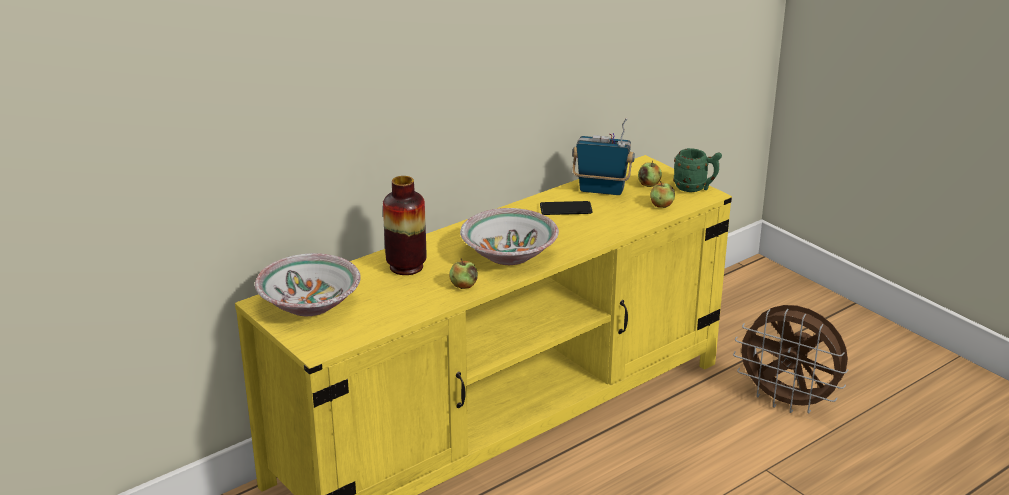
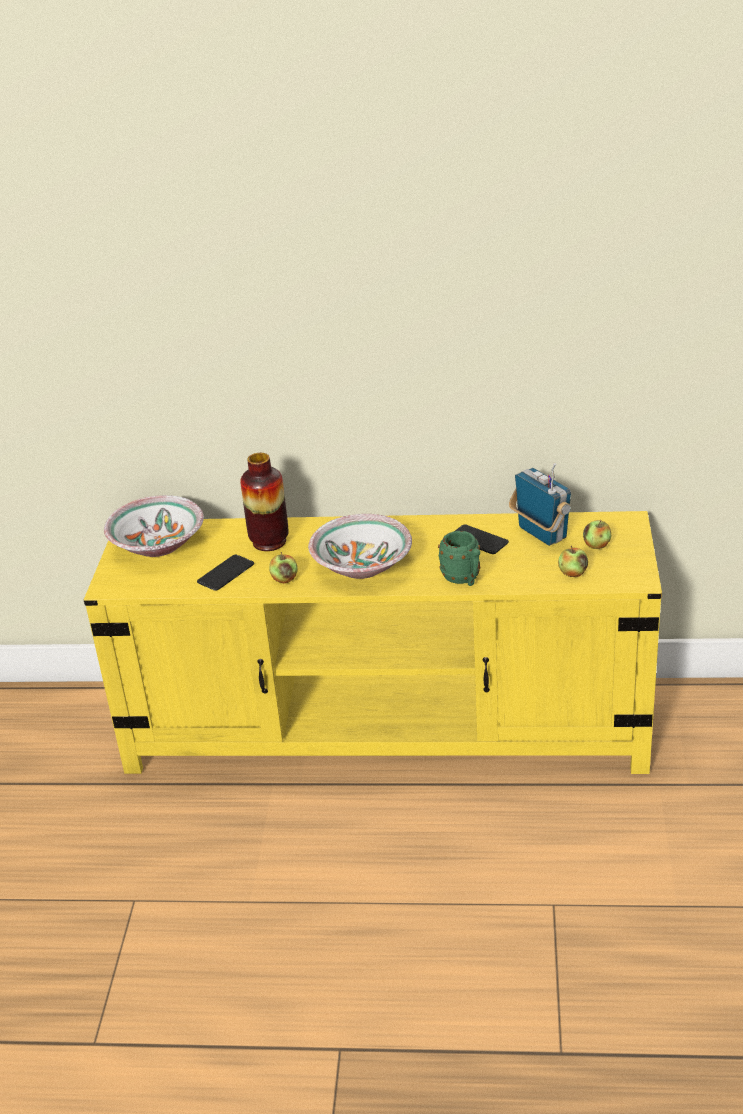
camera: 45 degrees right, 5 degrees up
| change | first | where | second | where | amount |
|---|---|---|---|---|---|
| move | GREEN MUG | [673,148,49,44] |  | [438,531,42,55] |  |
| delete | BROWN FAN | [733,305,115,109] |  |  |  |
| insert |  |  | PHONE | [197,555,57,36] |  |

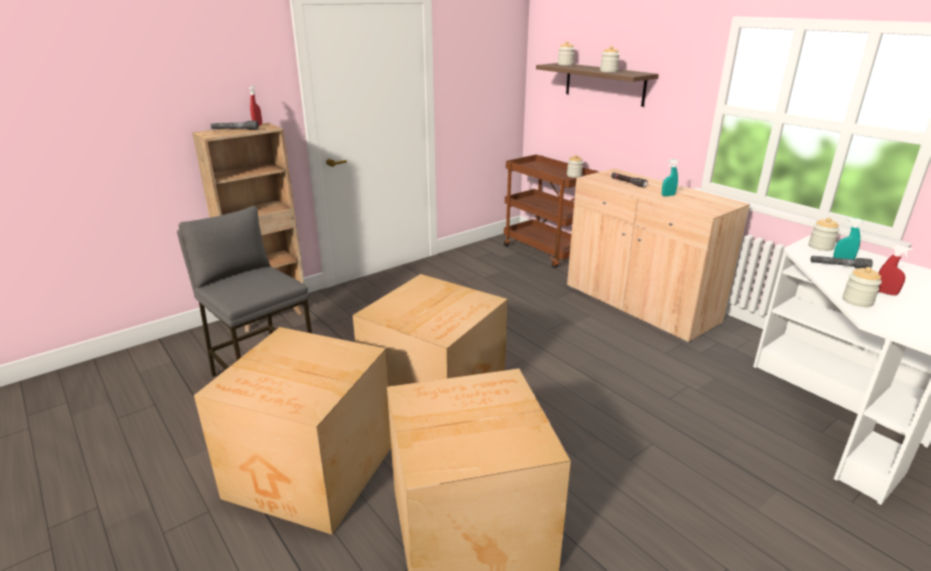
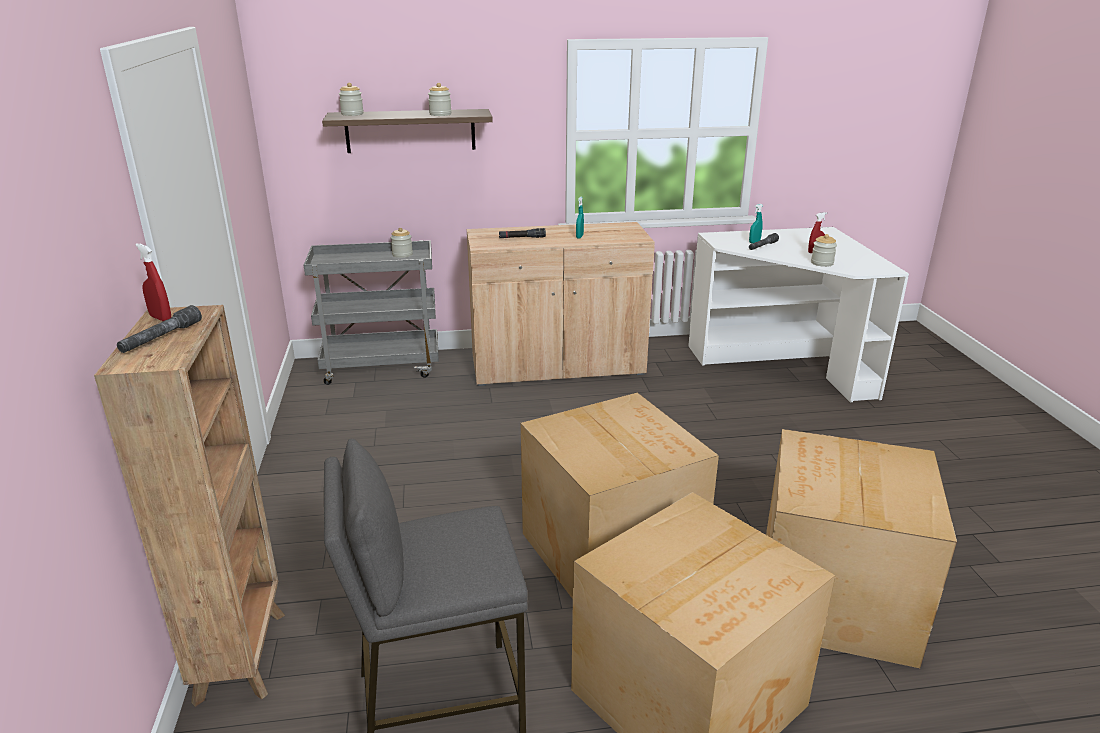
camera: 60 degrees left, 0 degrees up
| change | first | where | second | where | amount |
|---|---|---|---|---|---|
| recolor | BROWN CART | [504,154,94,114] | GREY CART | [304,240,135,145] |  |
| delete | JAR | [809,218,31,33] |  |  |  |

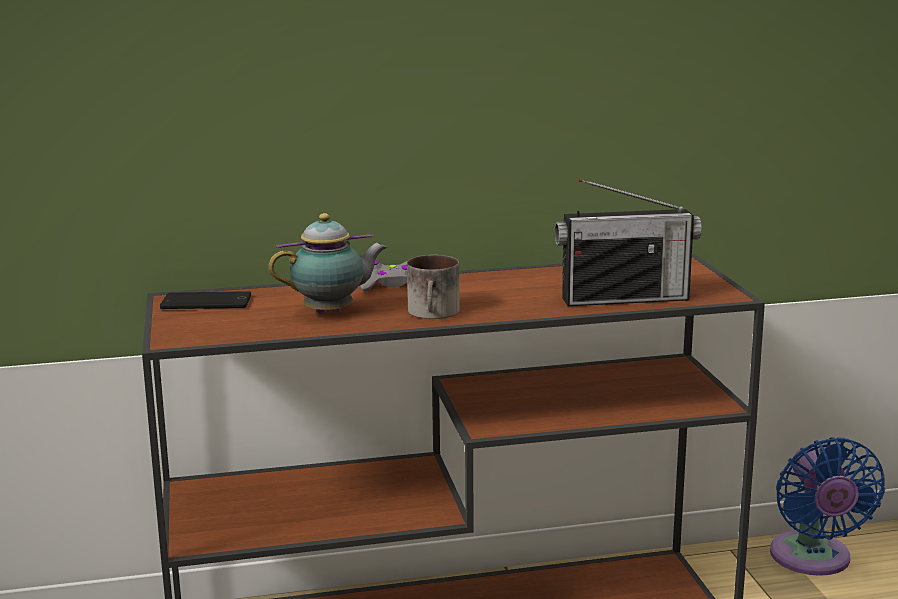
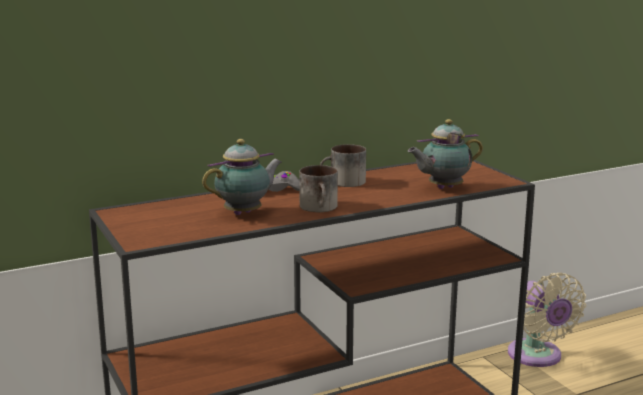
camera: 15 degrees left, 0 degrees up
| change | first | where | second | where | amount |
|---|---|---|---|---|---|
| delete | PHONE | [160,291,91,18] |  |  |  |
| replace | RADIO | [555,179,147,127] | TEAPOT | [408,119,75,70] |  |
| recolor | BLUE FAN | [770,437,115,139] | BEIGE FAN | [508,273,78,94] |  |
| insert |  |  | MUG | [320,144,46,43] |  |

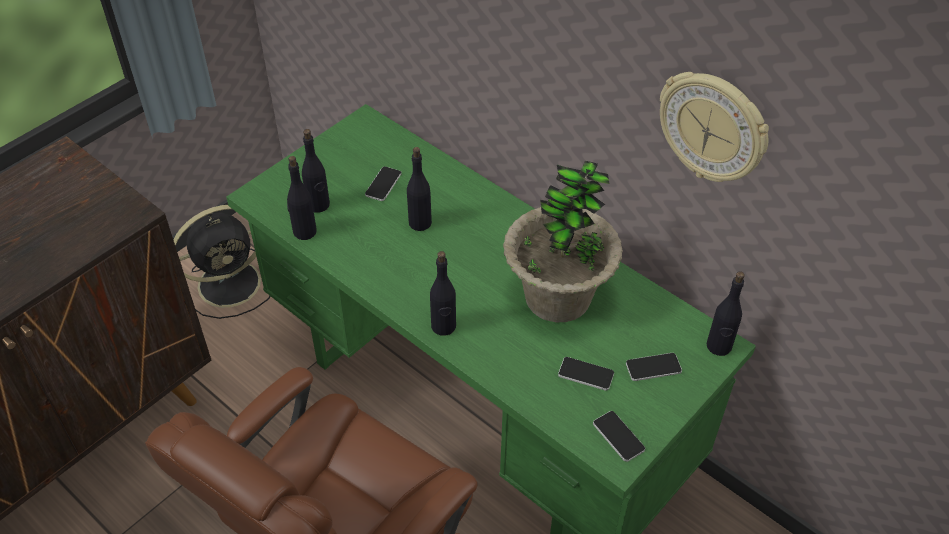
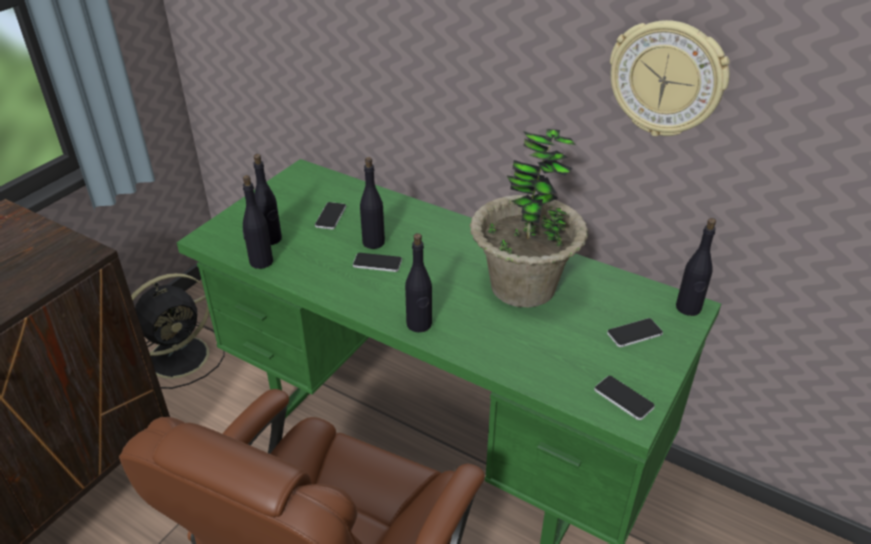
camera: 10 degrees left, 10 degrees down
| change | first | where | second | where | amount |
|---|---|---|---|---|---|
| move | PHONE | [558,357,56,34] |  | [353,253,49,19] |  |

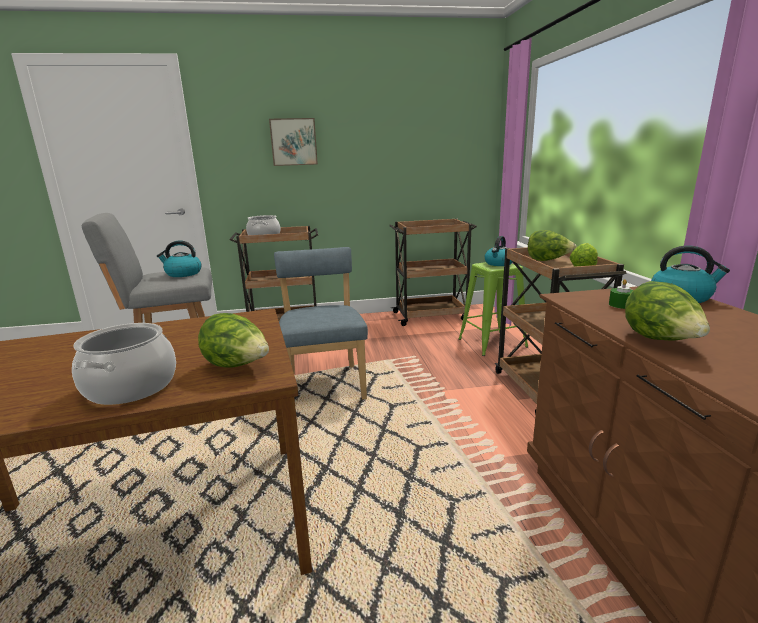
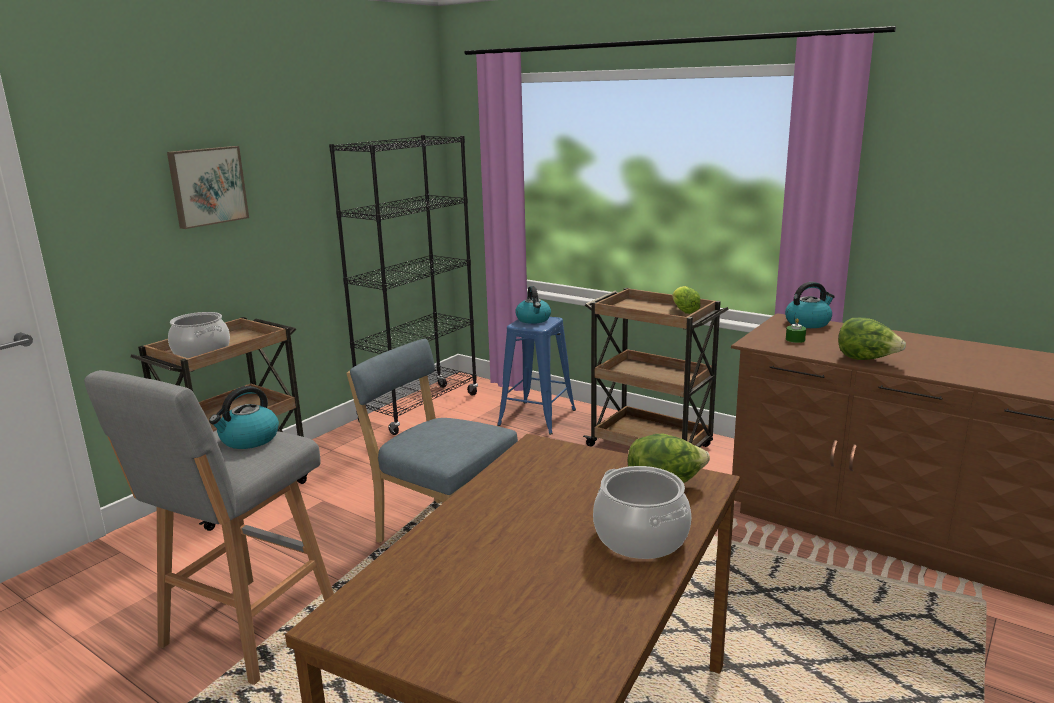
camera: 45 degrees left, 0 degrees up
| change | first | where | second | where | amount |
|---|---|---|---|---|---|
| replace | BROWN CART | [389,219,88,107] | BLACK BOOKCASE | [329,135,149,300] |  |
| recolor | GREEN STOOL | [458,262,70,94] | BLUE STOOL | [497,317,79,118] |  |
| delete | LETTUCE | [528,230,49,31] |  |  |  |

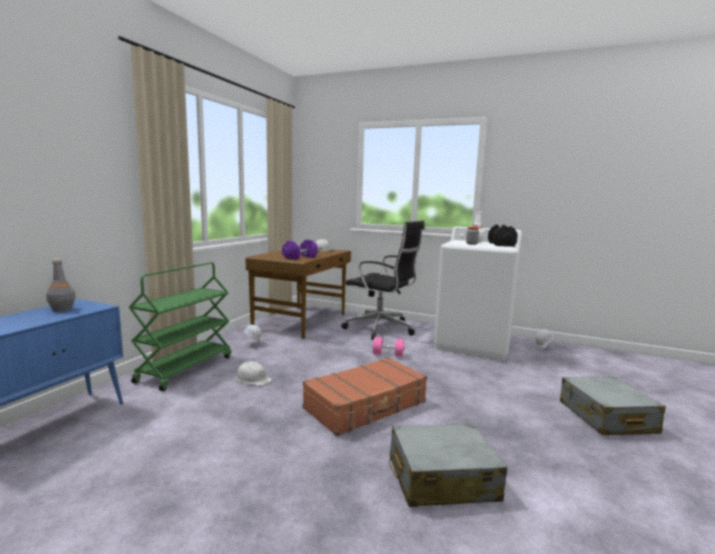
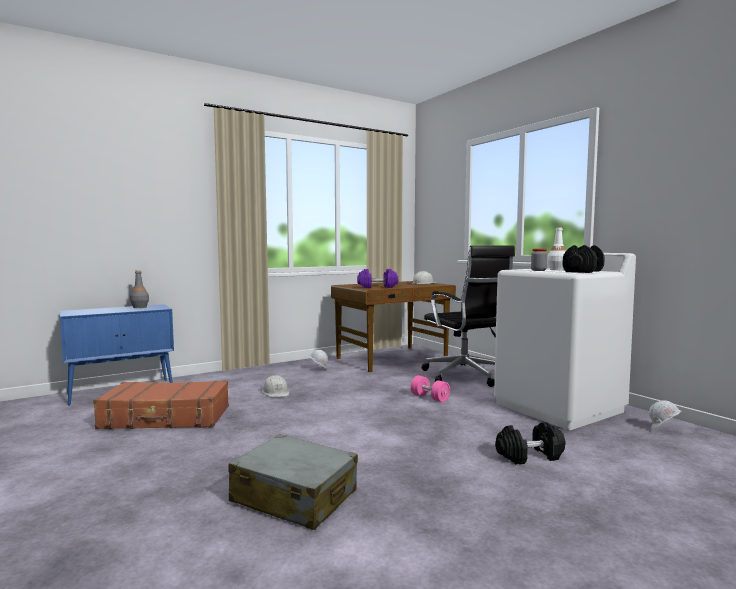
camera: 35 degrees right, 5 degrees down
| change | first | where | second | where | amount |
|---|---|---|---|---|---|
| delete | GREEN CART | [129,262,102,129] |  |  |  |
| move | BROWN SUITCASE | [302,357,125,79] |  | [93,380,136,49] |  |
| delete | GREY SUITCASE | [560,376,106,59] |  |  |  |
| insert |  |  | BLACK DUMBBELL | [495,422,71,42] |  |

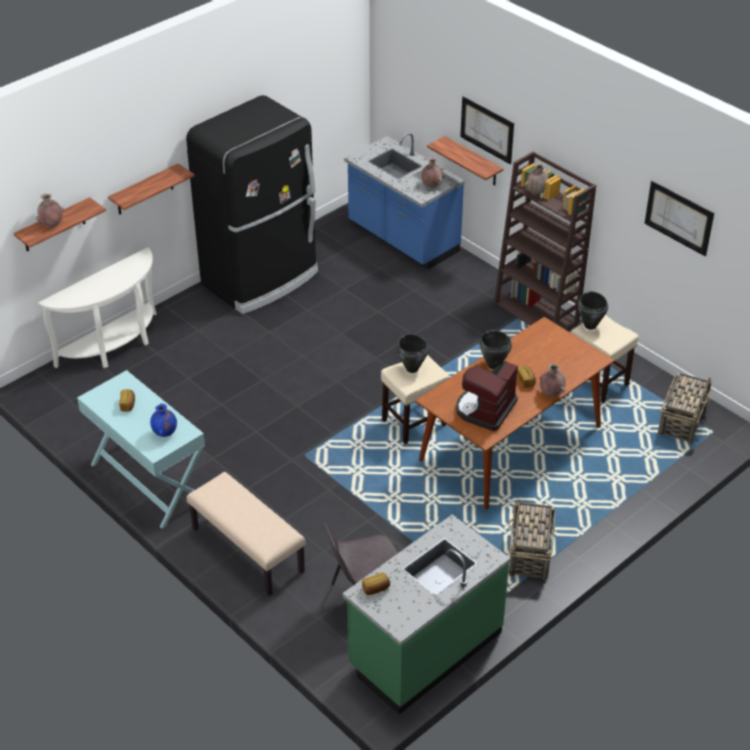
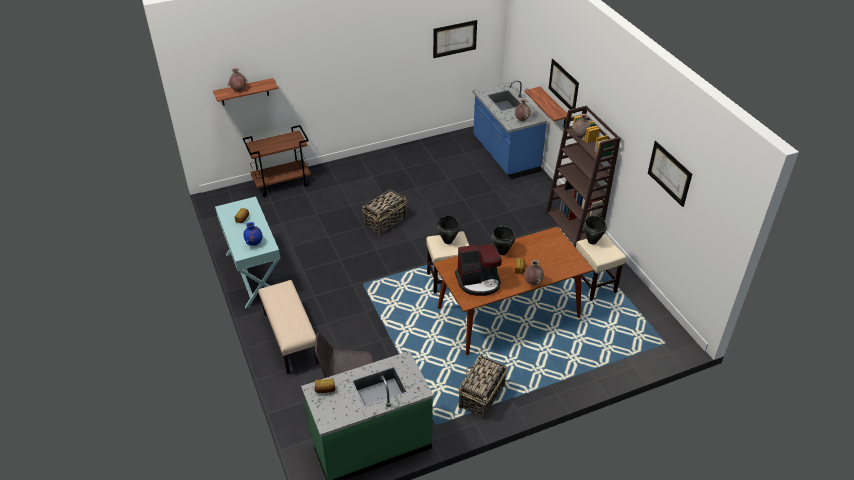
camera: 20 degrees right, 0 degrees up
| change | first | where | second | where | amount |
|---|---|---|---|---|---|
| replace | WHITE CONSOLE TABLE | [38,247,119,121] | BROWN CART | [243,125,68,72] |  |
| delete | SHELF | [108,163,87,52] |  |  |  |
| delete | BLACK FRIDGE | [186,95,132,219] |  |  |  |
| rotate | COFFEE MACHINE | [456,361,62,70] |  | [455,244,47,52] | 150 degrees counterclockwise |
| move | BASKET | [658,373,54,71] |  | [362,189,45,47] |  |
| insert |  |  | PICTURE | [433,20,44,38] |  |

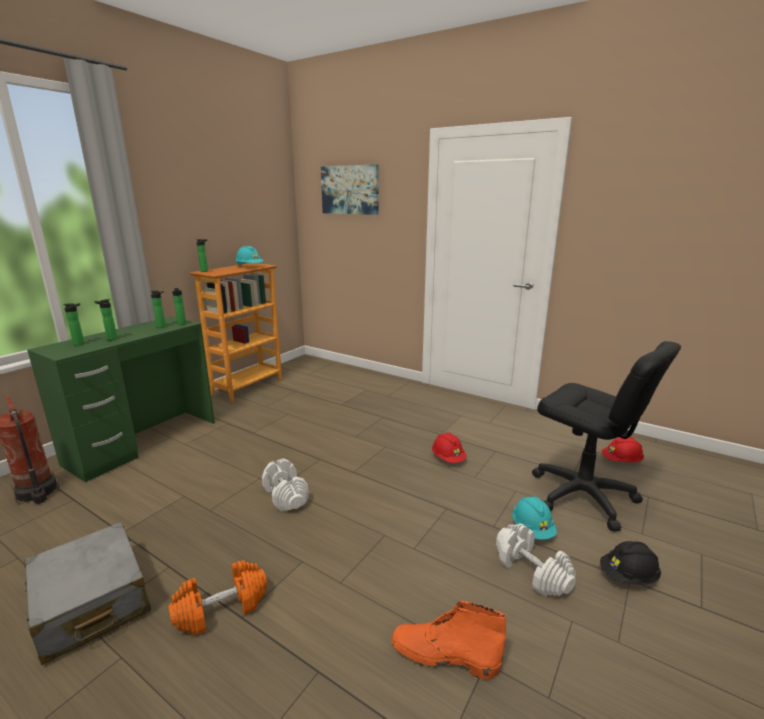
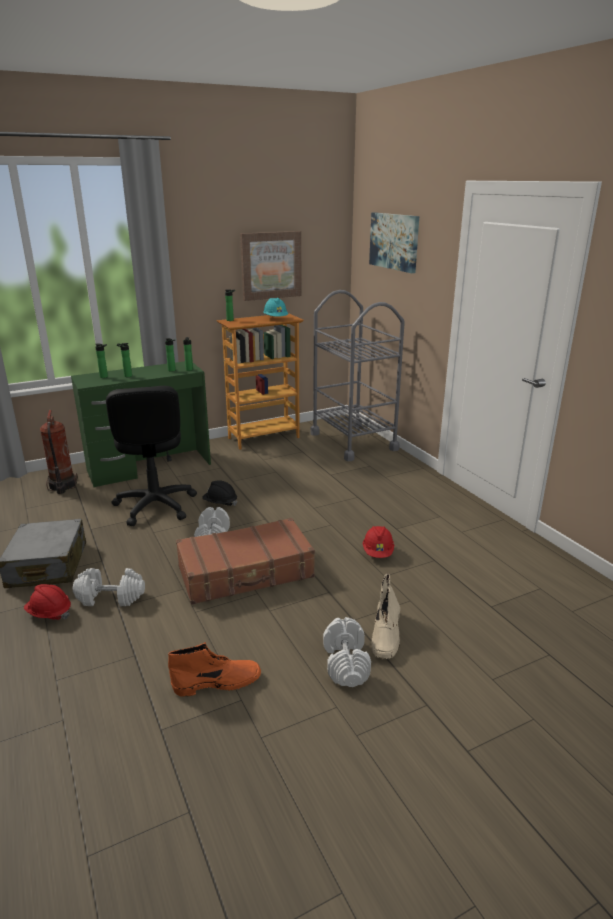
camera: 30 degrees right, 5 degrees up
| change | first | where | second | where | amount |
|---|---|---|---|---|---|
| recolor | ORANGE DUMBBELL | [168,560,99,76] | WHITE DUMBBELL | [73,568,72,38] |  |
| rotate | ORANGE BOOT | [392,601,114,78] |  | [168,642,93,55] | 120 degrees clockwise |
| replace | TURQUOISE HARD HAT | [512,496,45,44] | BEIGE BOOT | [371,573,29,86] |  |
| move | BLACK OFFICE CHAIR | [532,341,149,191] |  | [106,386,91,140] |  |
| move | BLACK HARD HAT | [600,541,61,43] |  | [202,480,36,26] |  |
| move | RED HARD HAT | [602,437,42,25] |  | [24,584,47,36] |  |
| insert |  |  | BROWN SUITCASE | [176,518,139,87] |  |
| insert |  |  | PICTURE | [240,231,61,70] |  |
| insert |  |  | GREY CART | [310,290,95,171] |  |

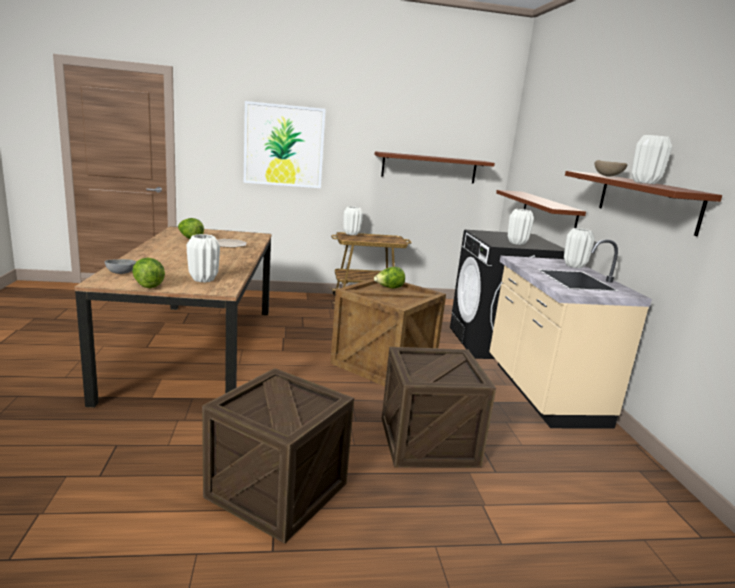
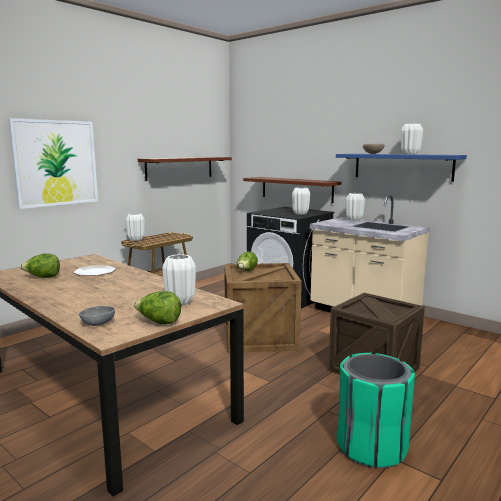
camera: 40 degrees left, 5 degrees down
| change | first | where | second | where | amount |
|---|---|---|---|---|---|
| replace | CRATE | [202,368,152,176] | GREEN TRASH CAN | [337,353,78,115] |  |
| recolor | BROWN SHELF | [565,171,157,65] | BLUE SHELF | [336,154,131,28] |  |

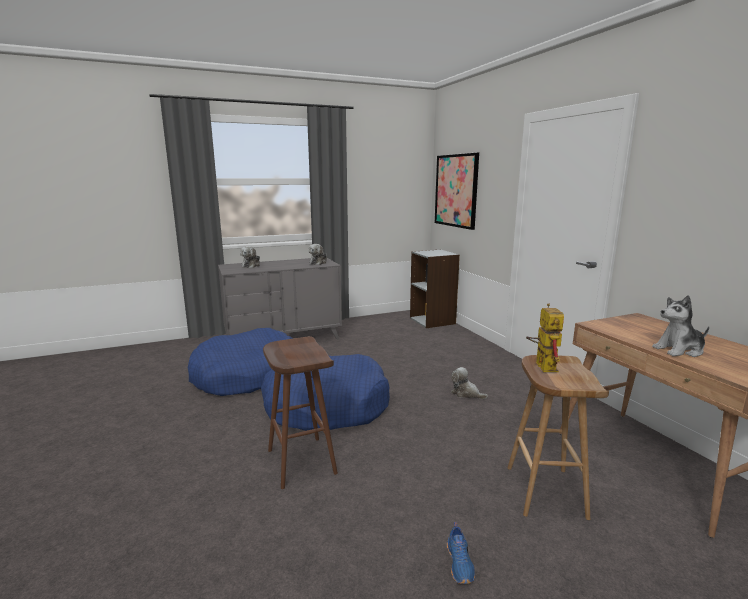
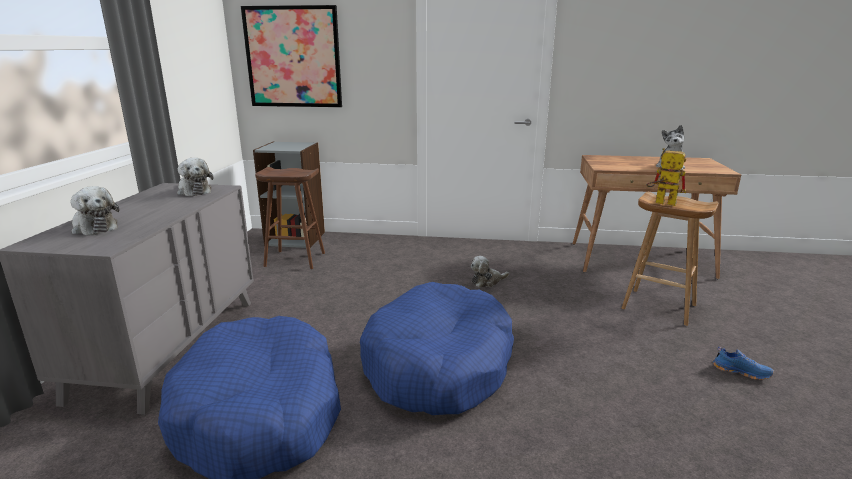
camera: 60 degrees left, 5 degrees up
| change | first | where | second | where | amount |
|---|---|---|---|---|---|
| move | BROWN STOOL | [263,336,75,153] |  | [255,167,70,102] |  |

